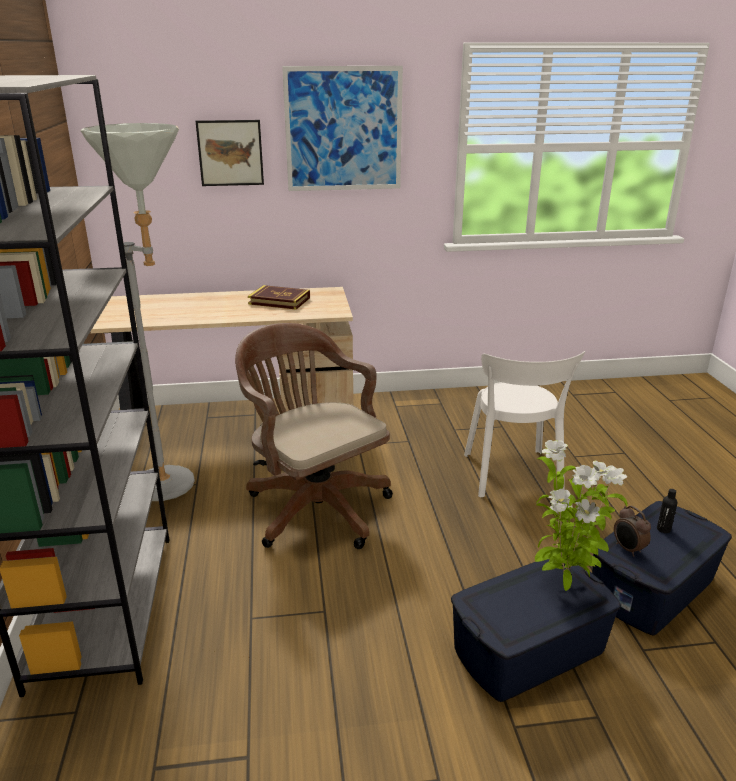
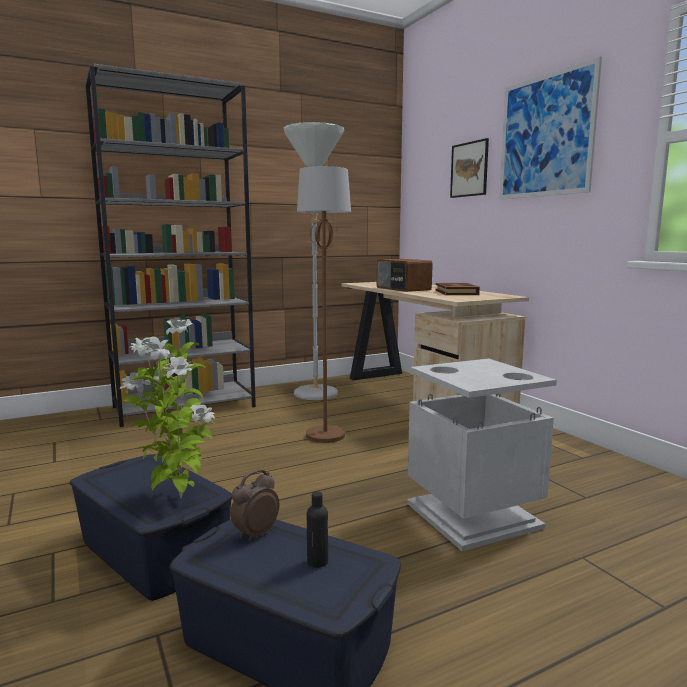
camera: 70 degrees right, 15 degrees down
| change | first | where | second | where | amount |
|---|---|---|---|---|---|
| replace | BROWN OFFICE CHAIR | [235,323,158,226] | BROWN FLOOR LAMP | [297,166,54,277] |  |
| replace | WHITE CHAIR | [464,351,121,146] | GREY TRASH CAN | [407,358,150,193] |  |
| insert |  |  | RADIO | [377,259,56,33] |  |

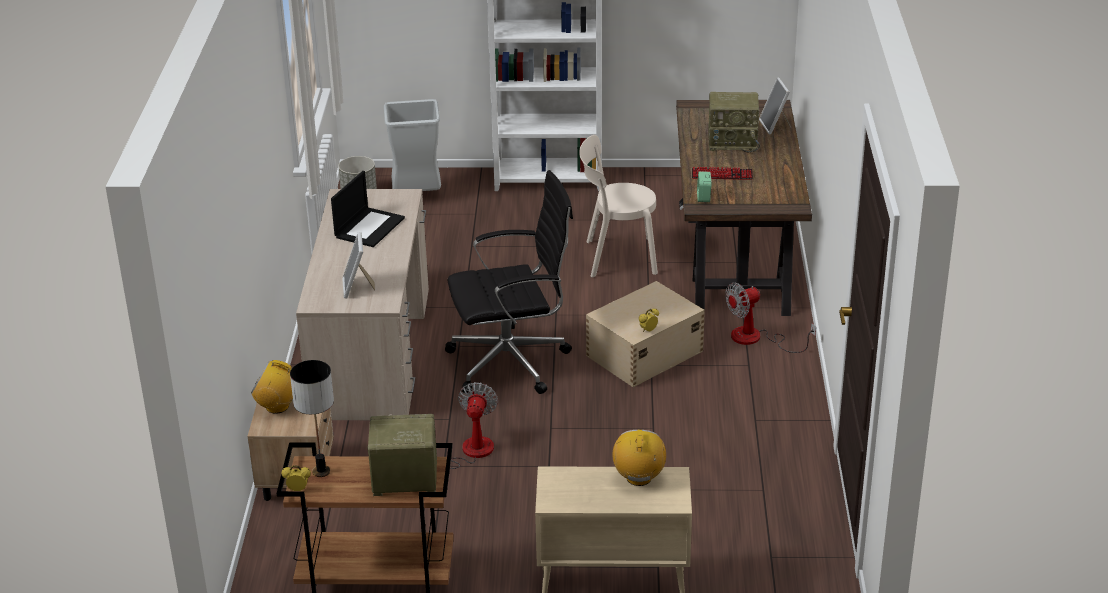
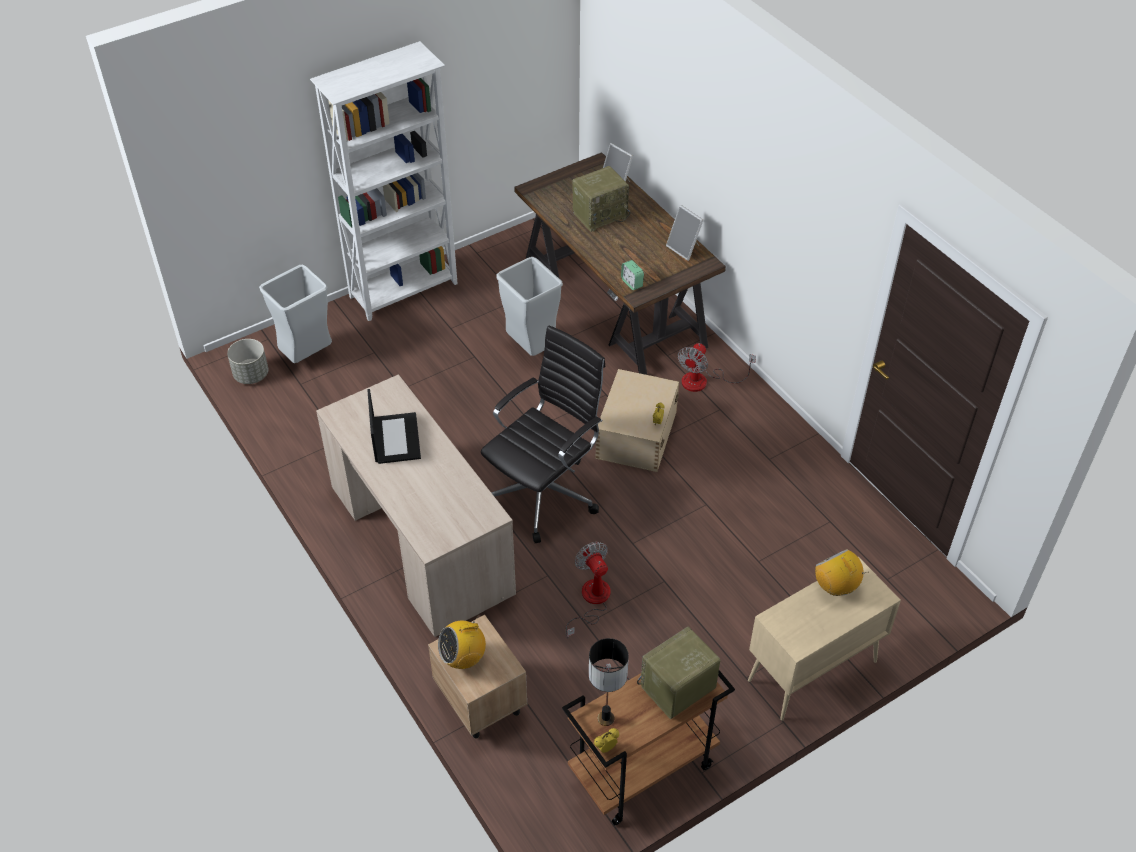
camera: 35 degrees left, 15 degrees up
| change | first | where | second | where | amount |
|---|---|---|---|---|---|
| move | PICTURE FRAME | [342,232,33,67] |  | [666,205,37,56] |  |
| replace | BEIGE CHAIR | [579,135,79,142] | GREY TRASH CAN | [496,257,67,99] |  |
| delete | KEYBOARD | [692,167,61,13] |  |  |  |

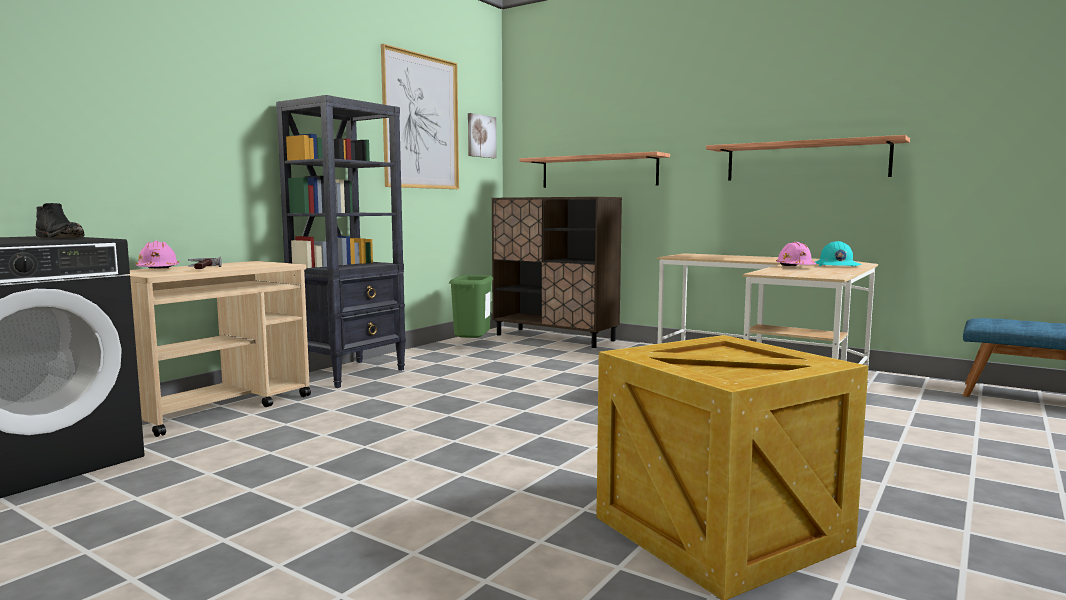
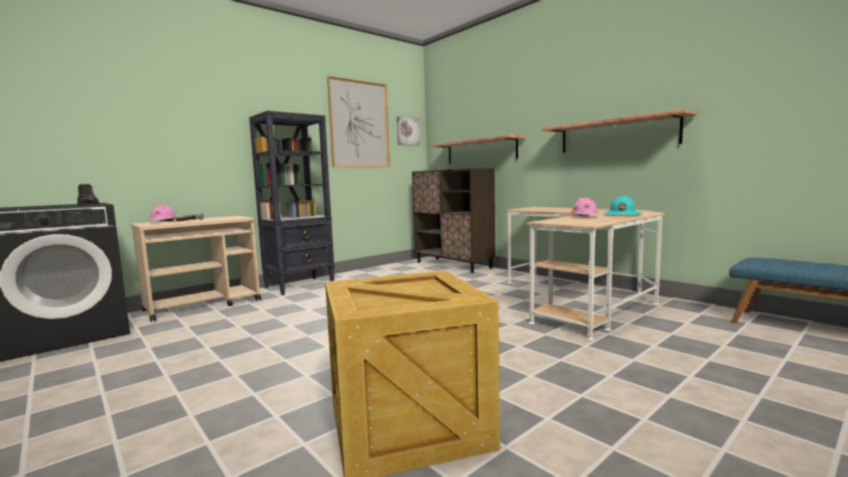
camera: 15 degrees right, 0 degrees up
| change | first | where | second | where | amount |
|---|---|---|---|---|---|
| delete | GREEN TRASH CAN | [449,275,45,63] |  |  |  |

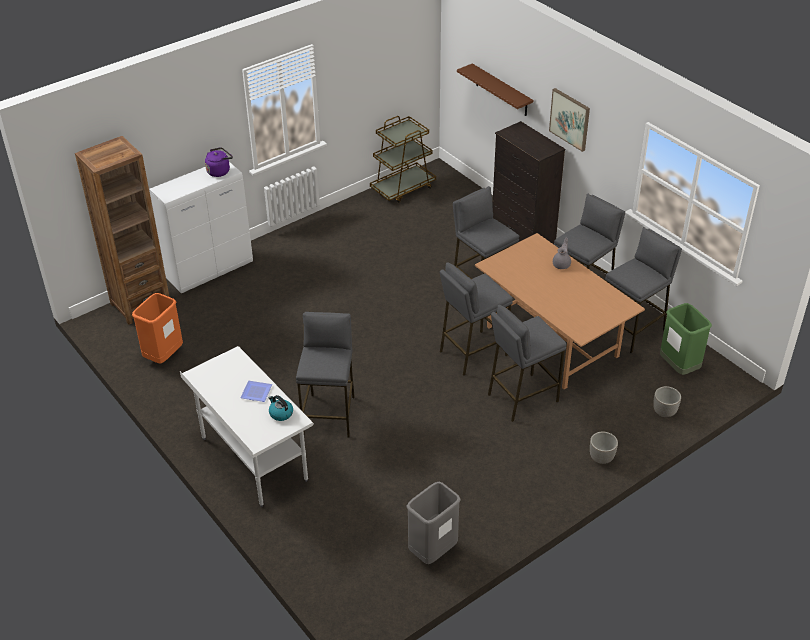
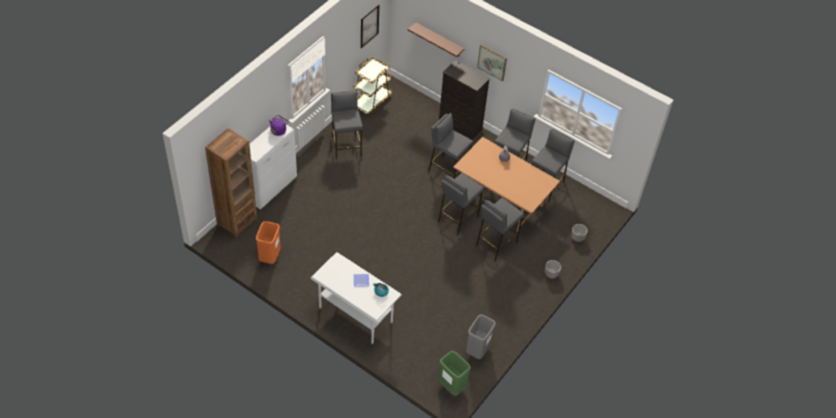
camera: 20 degrees left, 10 degrees up
| change | first | where | second | where | amount |
|---|---|---|---|---|---|
| move | GREY STOOL | [296,312,59,126] |  | [331,90,32,70] |  |
| move | GREEN TRASH CAN | [660,303,52,72] |  | [438,351,33,45] |  |
| insert |  |  | PICTURE | [361,4,18,44] |  |

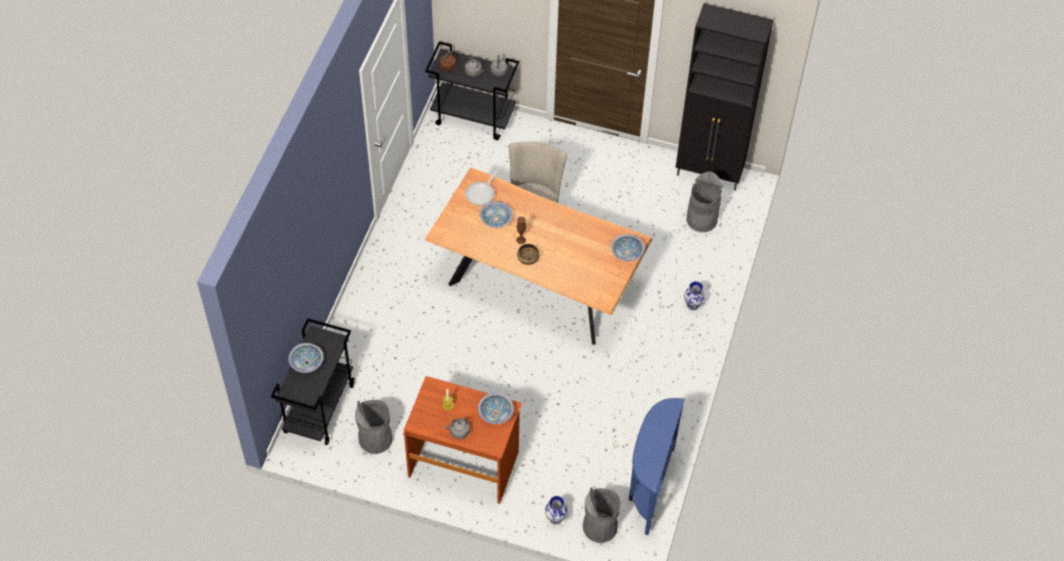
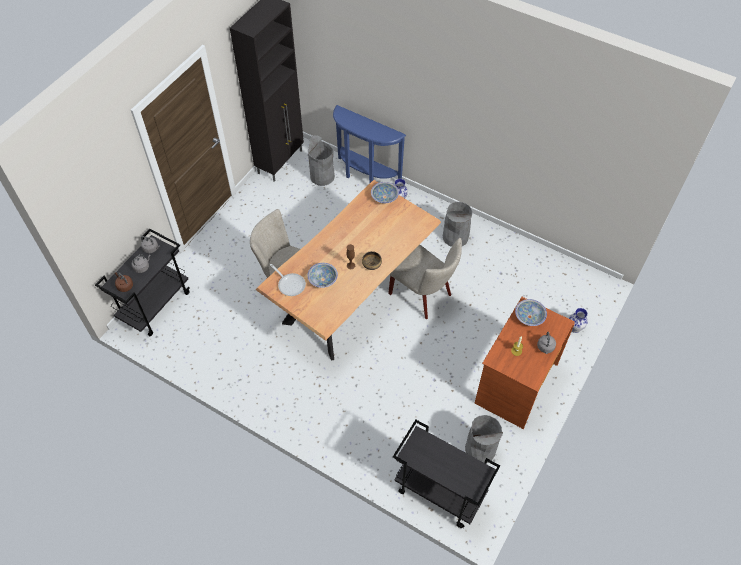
camera: 75 degrees left, 0 degrees up
| change | first | where | second | where | amount |
|---|---|---|---|---|---|
| delete | BOWL | [288,343,35,30] |  |  |  |
| move | GREY TRASH CAN | [583,487,38,56] |  | [443,202,29,45] |  |
| move | BLUE CONSOLE TABLE | [629,398,56,137] |  | [333,105,73,79] |  |
| insert |  |  | BEIGE CHAIR | [388,238,74,81] |  |

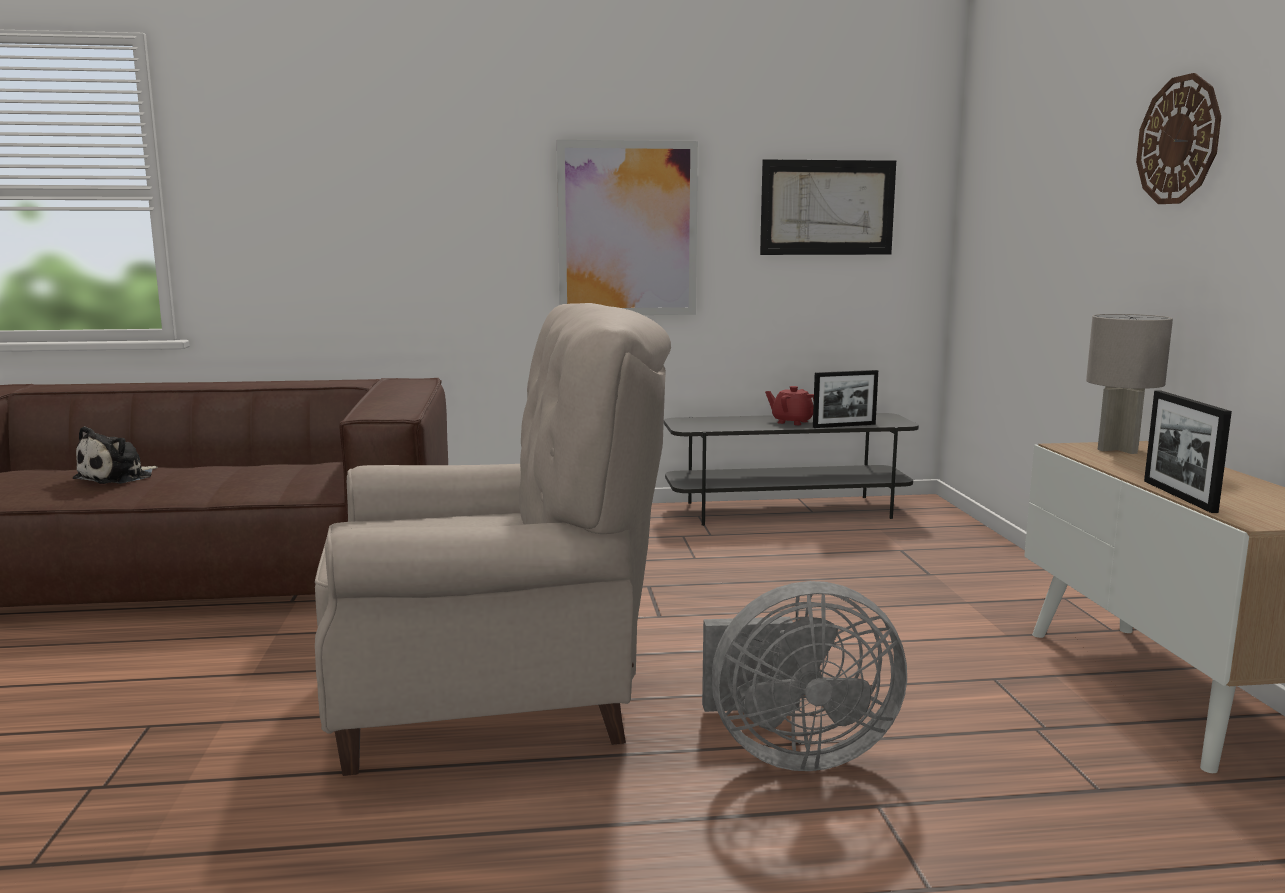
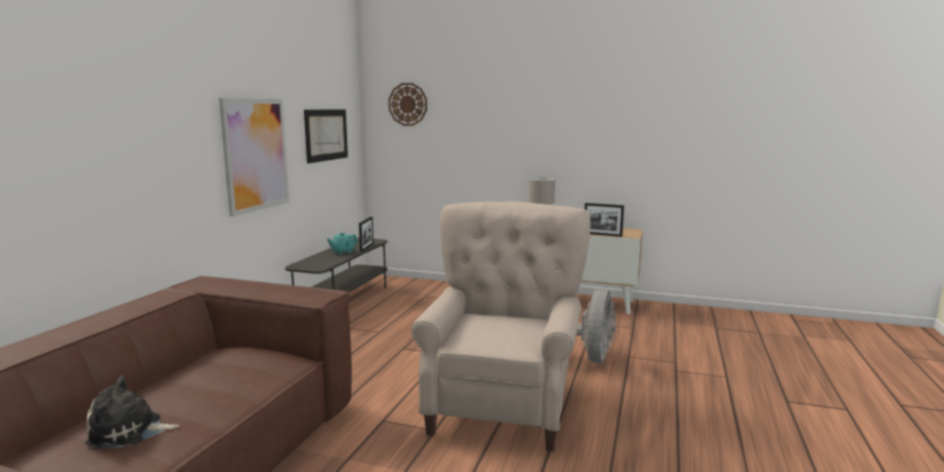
camera: 65 degrees left, 0 degrees up
| change | first | where | second | where | amount |
|---|---|---|---|---|---|
| rotate | PLUSH TOY | [73,426,85,58] |  | [85,376,94,73] | 120 degrees clockwise |
| recolor | RED TEAPOT | [765,386,49,39] | TURQUOISE TEAPOT | [327,233,31,21] |  |
| move | WALL CLOCK | [1136,73,85,131] |  | [388,83,39,43] |  |

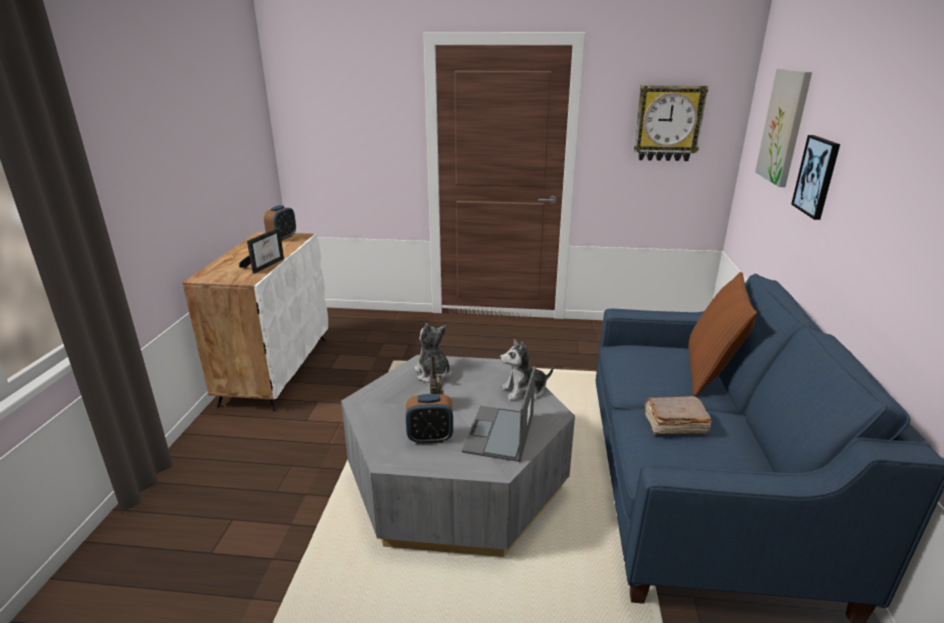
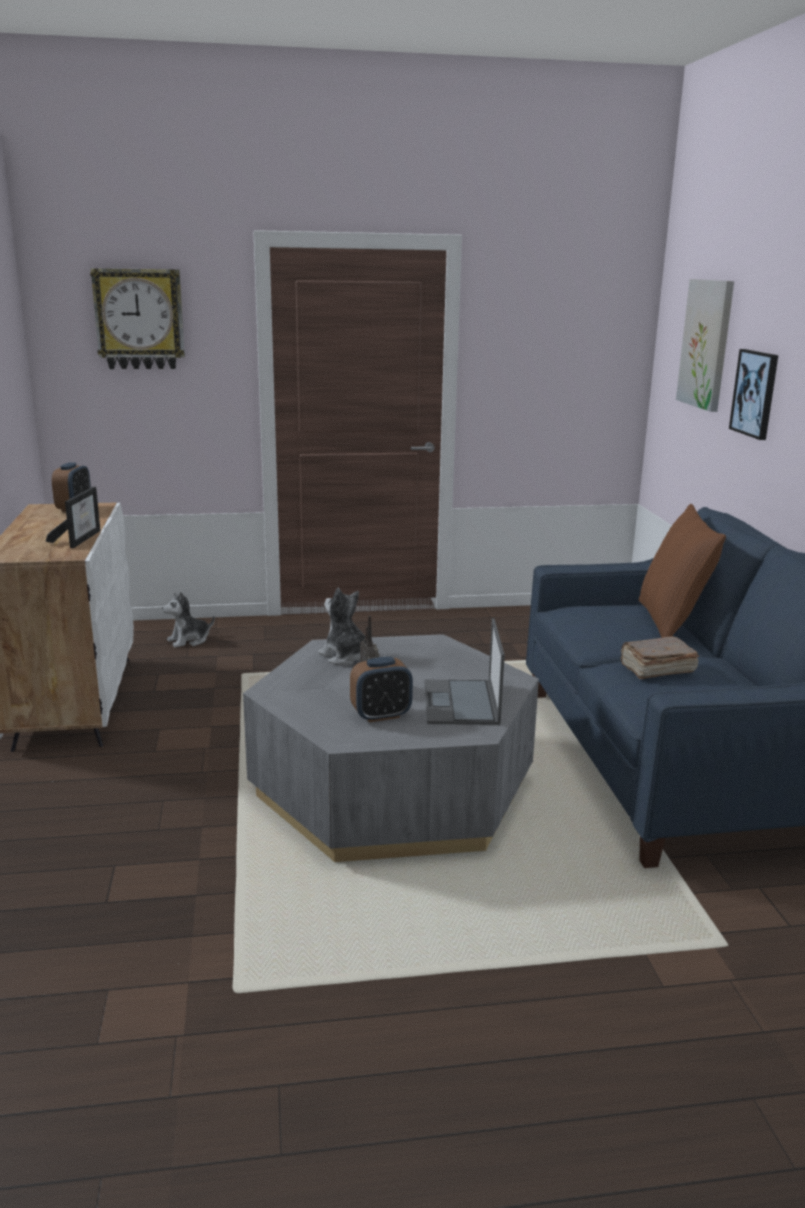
camera: 15 degrees left, 5 degrees down
| change | first | where | second | where | amount |
|---|---|---|---|---|---|
| move | PLUSH TOY | [500,339,54,62] |  | [162,592,53,56] |  |
| move | WALL CLOCK | [633,85,75,76] |  | [90,268,95,101] |  |

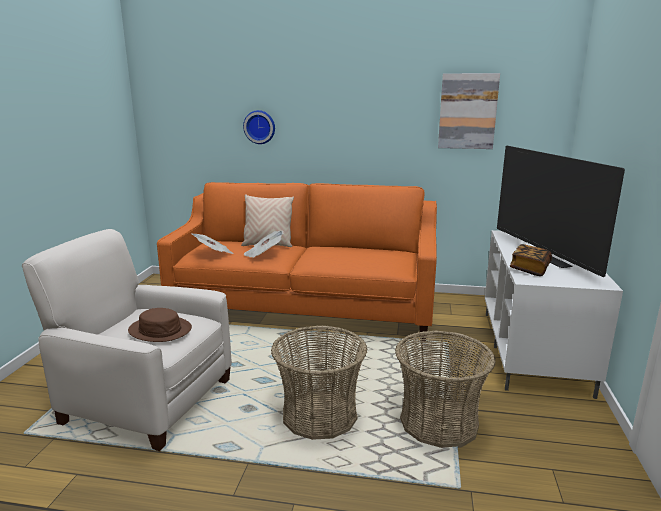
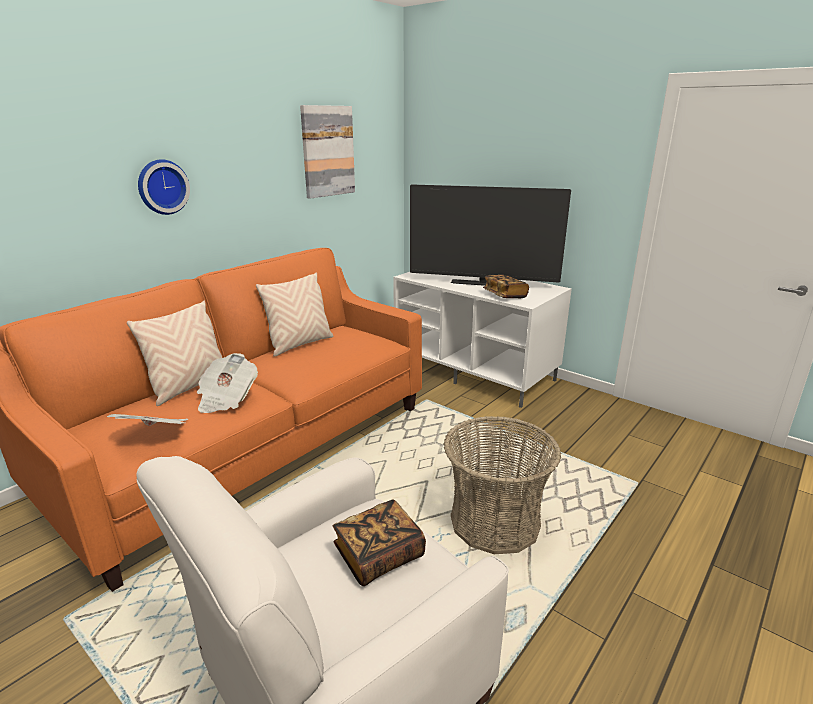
camera: 60 degrees left, 5 degrees up
| change | first | where | second | where | amount |
|---|---|---|---|---|---|
| replace | BROWN HAT | [128,308,64,34] | BOOK | [333,499,93,87] |  |
| move | WALL CLOCK | [243,110,32,34] |  | [138,159,52,56] |  |
| delete | BASKET | [395,330,101,118] |  |  |  |
| insert |  |  | BEIGE PILLOW | [256,272,77,85] |  |

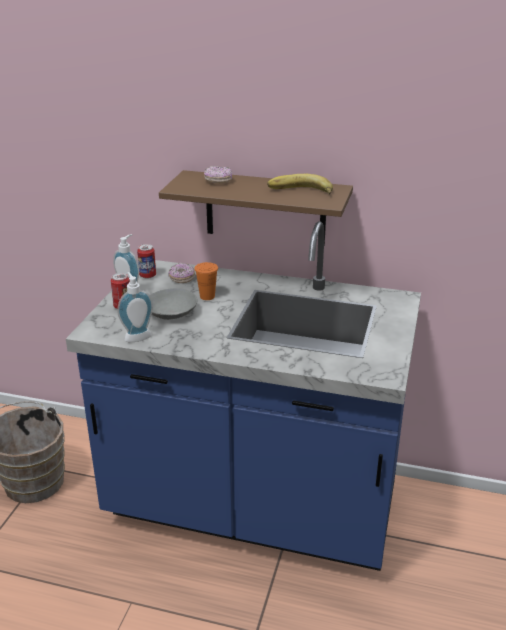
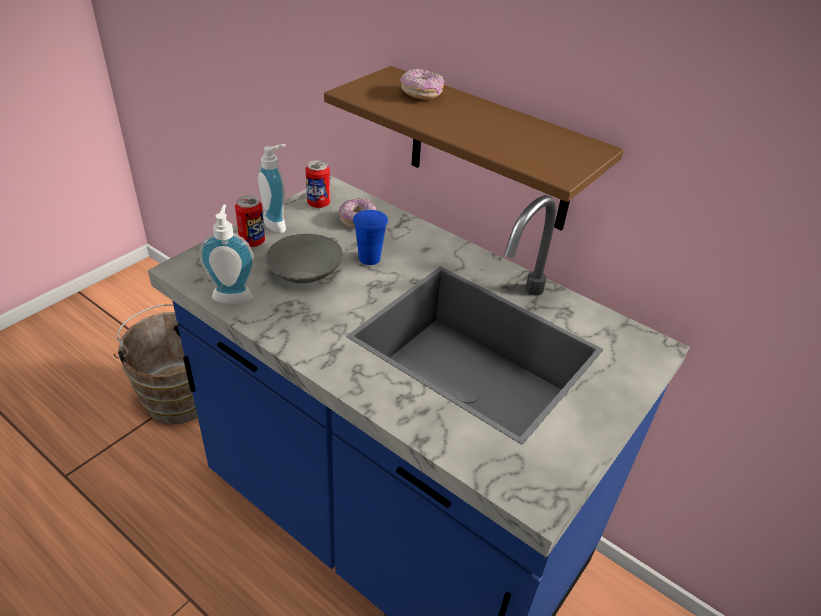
camera: 20 degrees right, 10 degrees up
| change | first | where | second | where | amount |
|---|---|---|---|---|---|
| recolor | ORANGE CUP | [194,262,24,38] | BLUE CUP | [353,210,35,55] |  |
| delete | BANANA | [267,174,66,21] |  |  |  |

